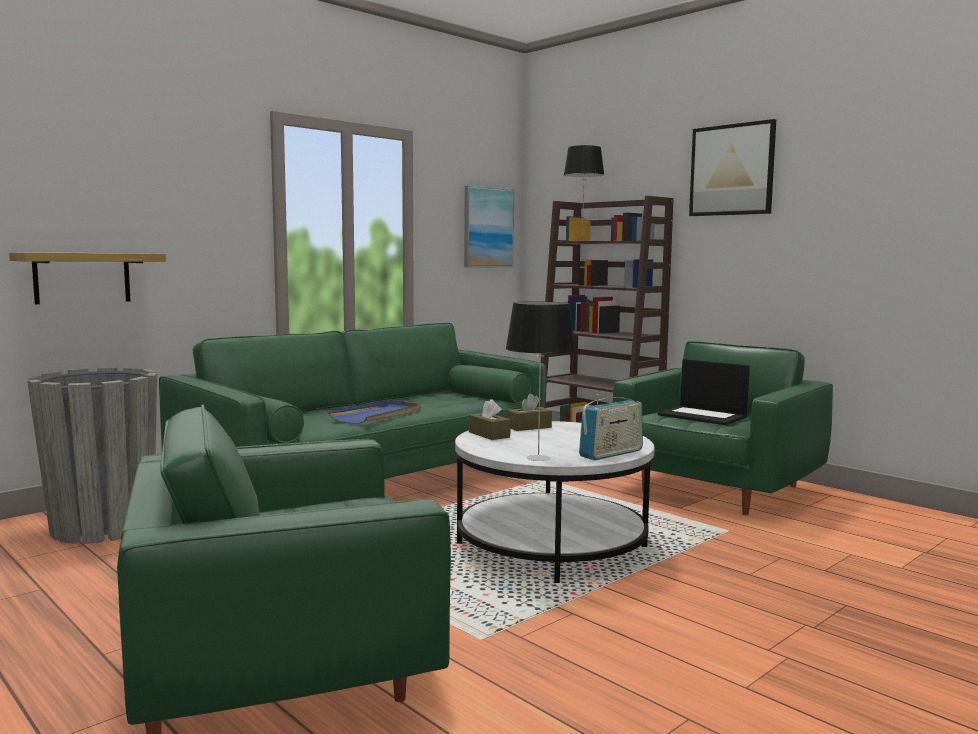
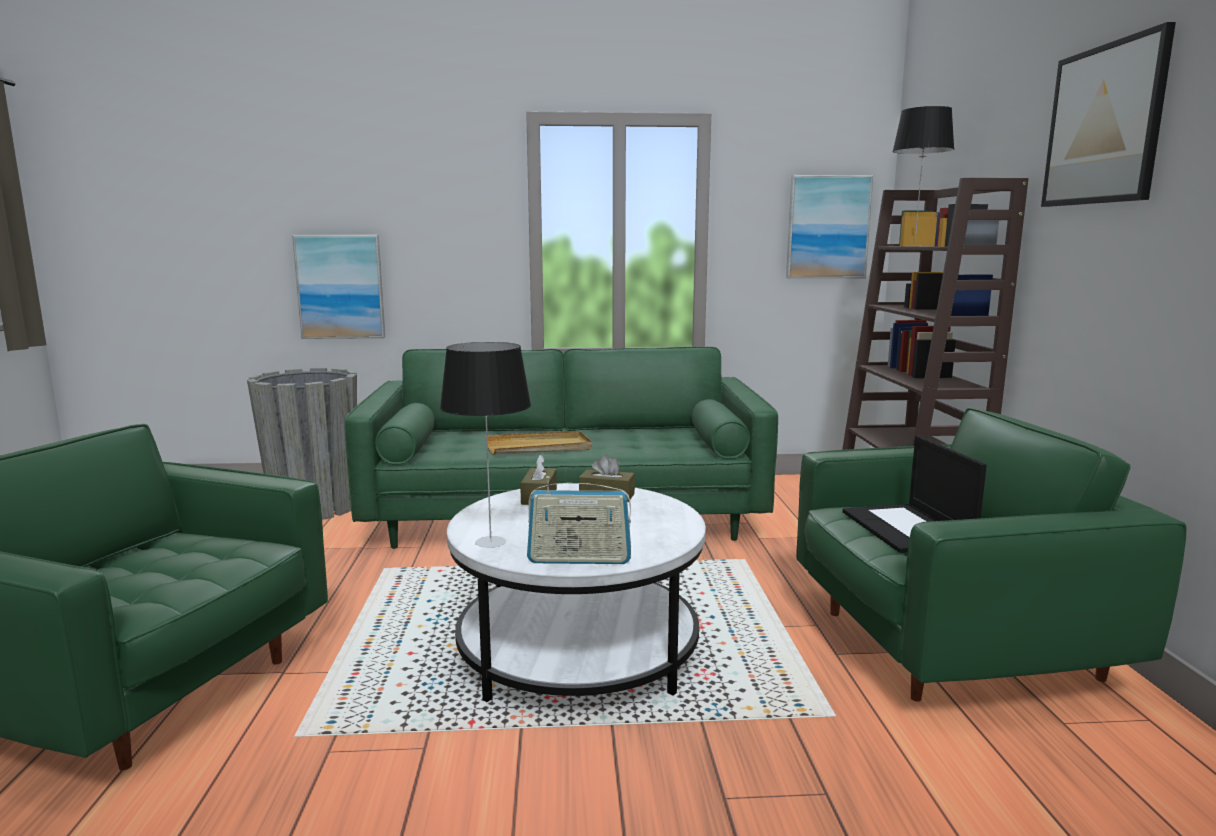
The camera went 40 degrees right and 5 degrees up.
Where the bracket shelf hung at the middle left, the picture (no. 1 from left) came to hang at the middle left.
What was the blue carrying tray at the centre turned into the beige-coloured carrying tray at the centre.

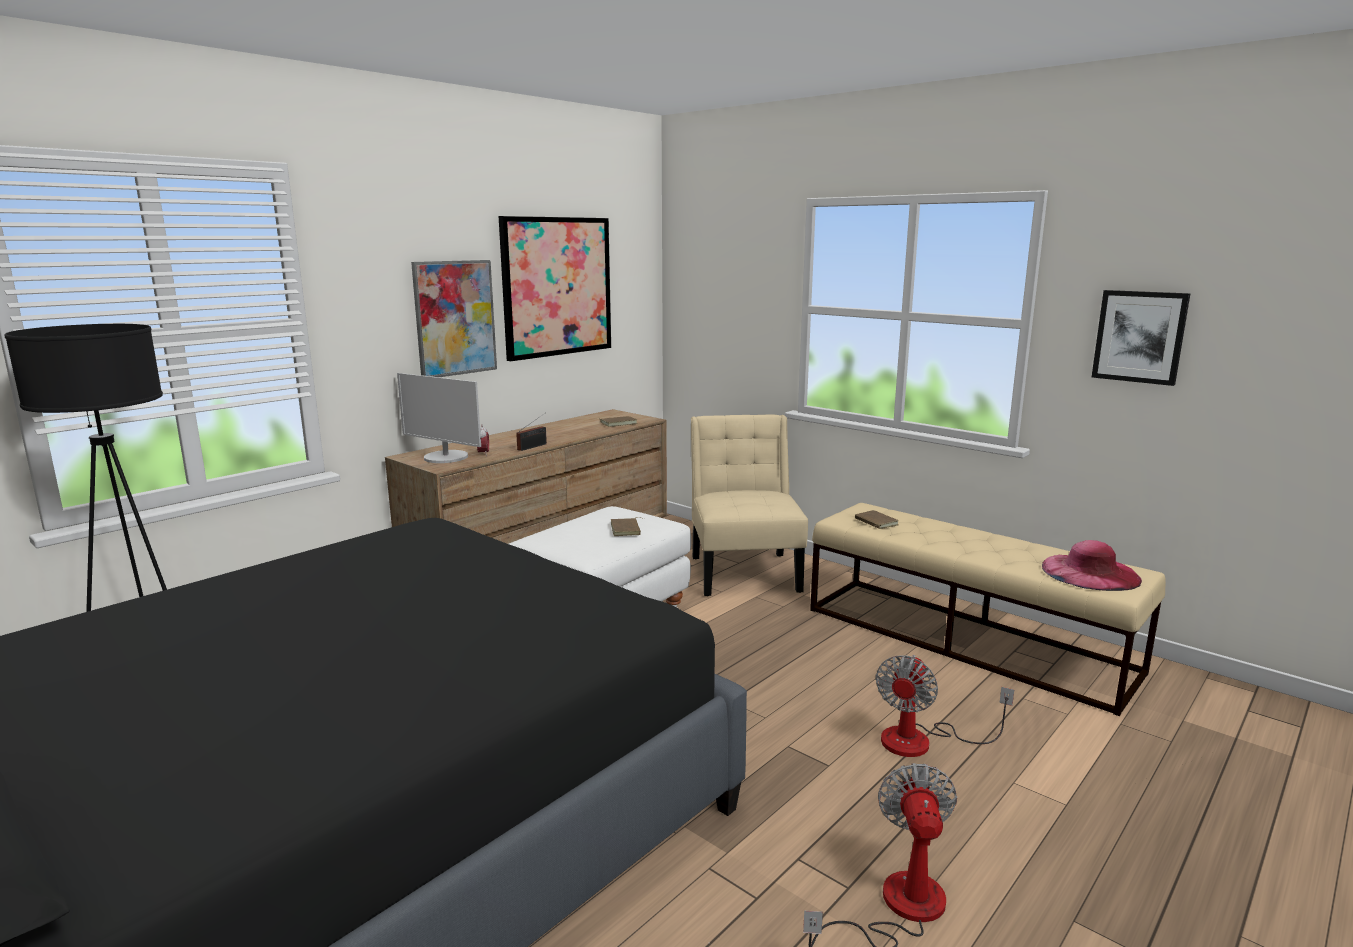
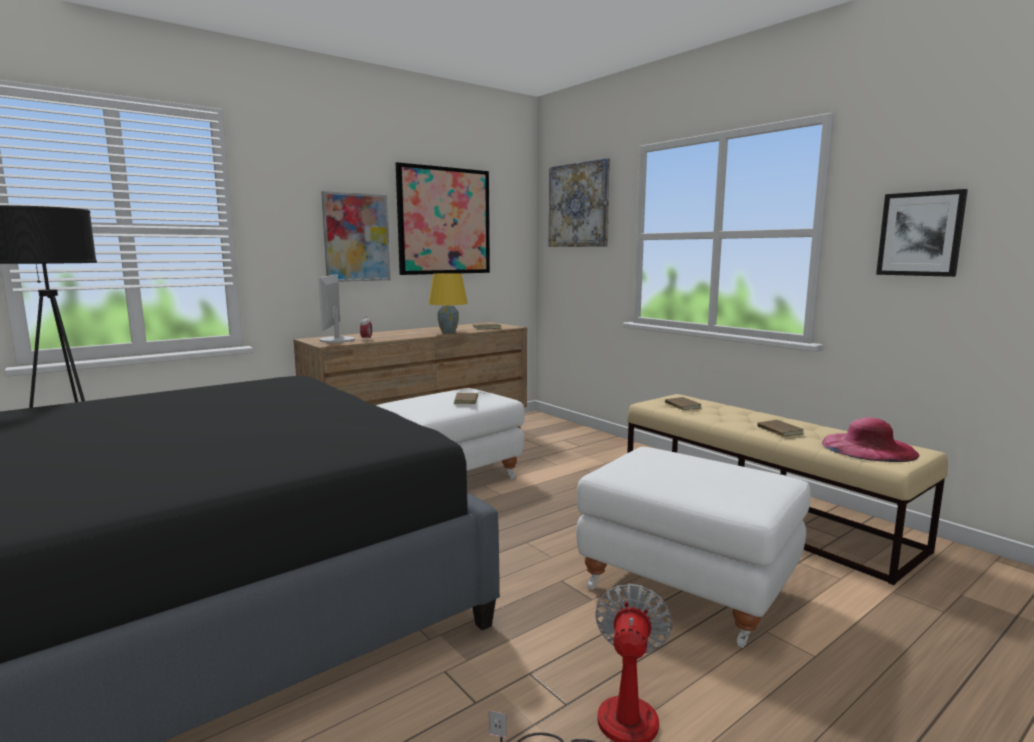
The camera went 10 degrees right and 5 degrees down.
The second view lost the radio at the centre.
The second view lost the beige-coloured plain chair at the centre.
The second view gained the yellow-coloured table lamp at the centre.
The second view gained the picture (no. 3 from left) at the top centre.
The second view gained the brown bound book (no. 4 from left) at the middle right.
Where the cooling fan (no. 2 from left) stood at the bottom right, the whitish pouffe (no. 2 from left) came to stand at the bottom right.
The computer display at the middle left ended up facing another way, 45 degrees clockwise from before.

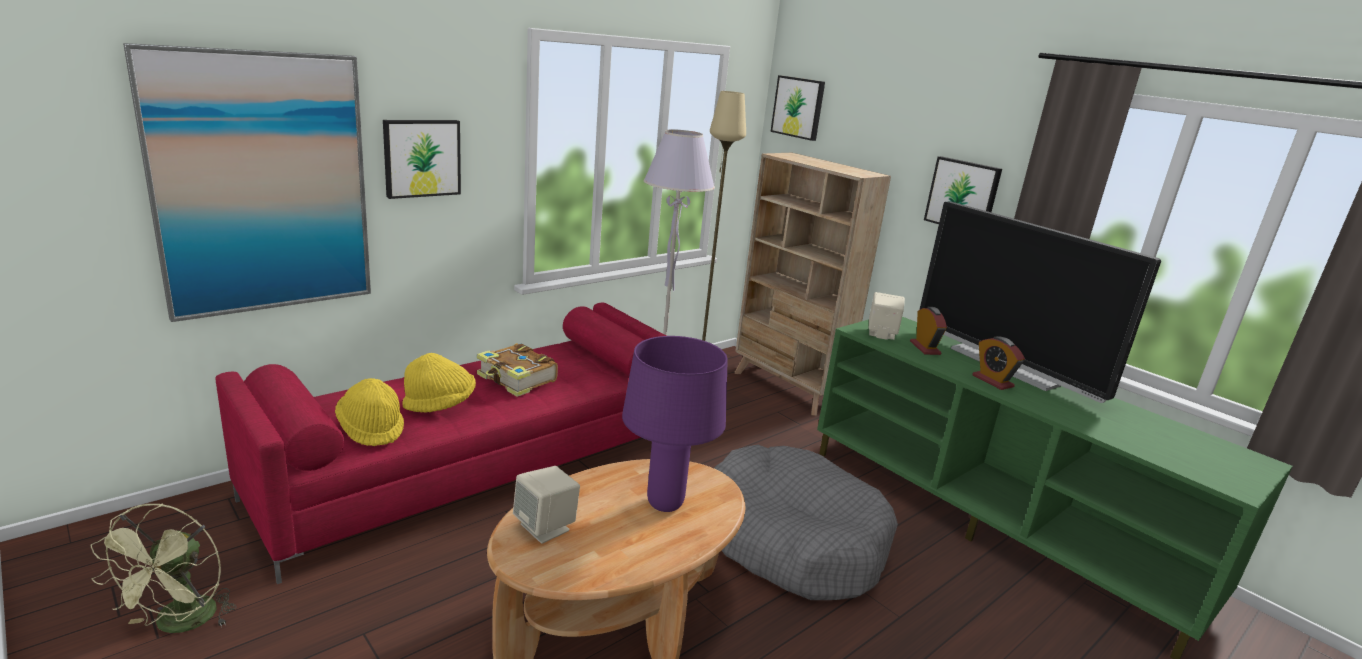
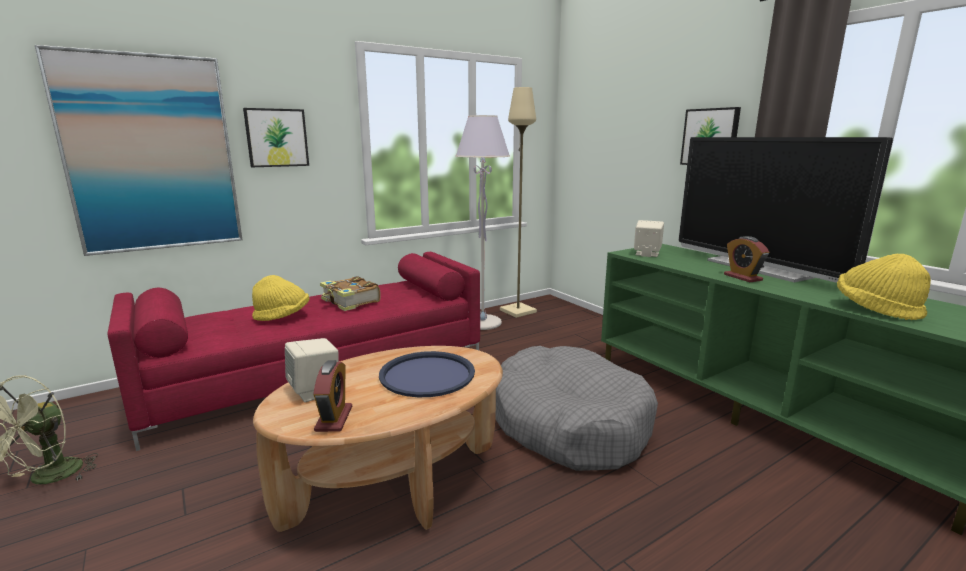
The camera went 10 degrees right and 5 degrees down.
The second view lost the beige-coloured bookshelf at the centre.
The second view lost the picture (no. 3 from left) at the top centre.
The yellow-coloured clothing hat (no. 1 from left in the first image) ended up elsewhere, having gone from the middle left to the middle right.
The alarm clock (no. 1 from left) ended up elsewhere, having gone from the middle right to the bottom centre.
Where the purple table lamp stood at the centre, the blue carrying tray came to stand at the centre.

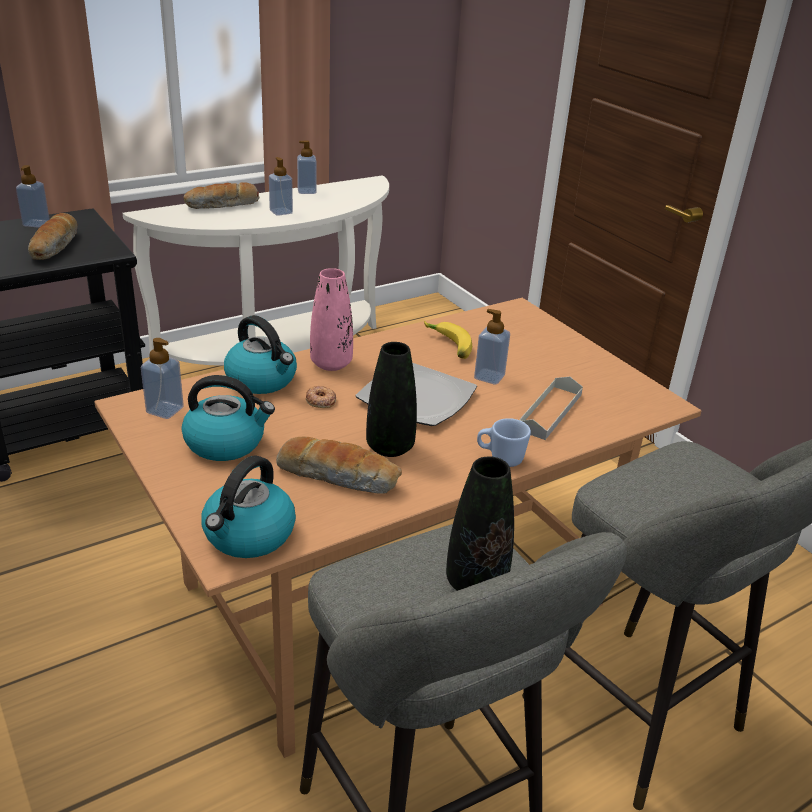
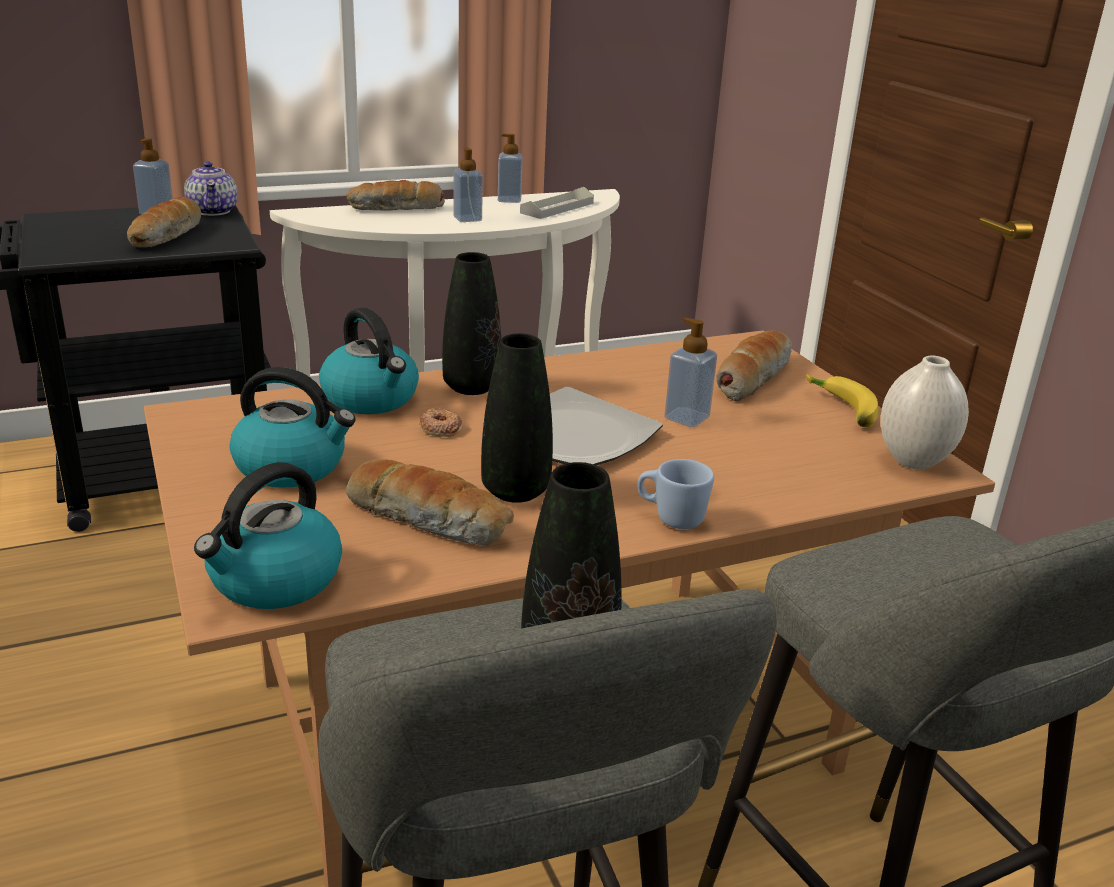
The camera went 10 degrees right and 5 degrees down.
The second view lost the soap dispenser (no. 2 from left) at the middle left.
The second view gained the pot for tea at the top left.
The second view gained the baked bread (no. 4 from left) at the middle right.
The second view gained the whitish decorative vase at the middle right.
The banana ended up elsewhere, having gone from the centre to the middle right.
The gray carrying tray ended up elsewhere, having gone from the middle right to the top centre.
What was the pinkish decorative vase at the centre turned into the blackish decorative vase (no. 1 from left) at the centre.

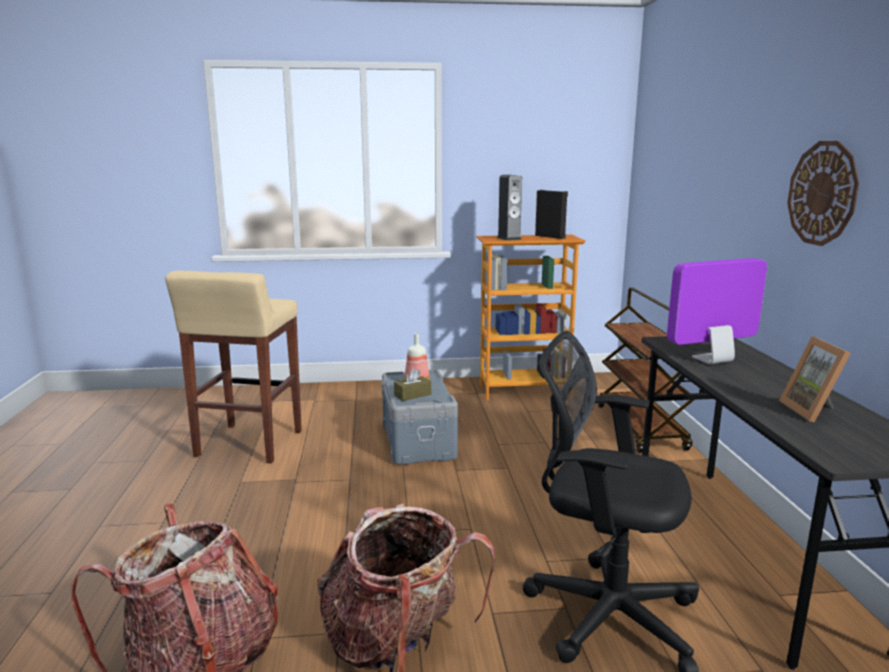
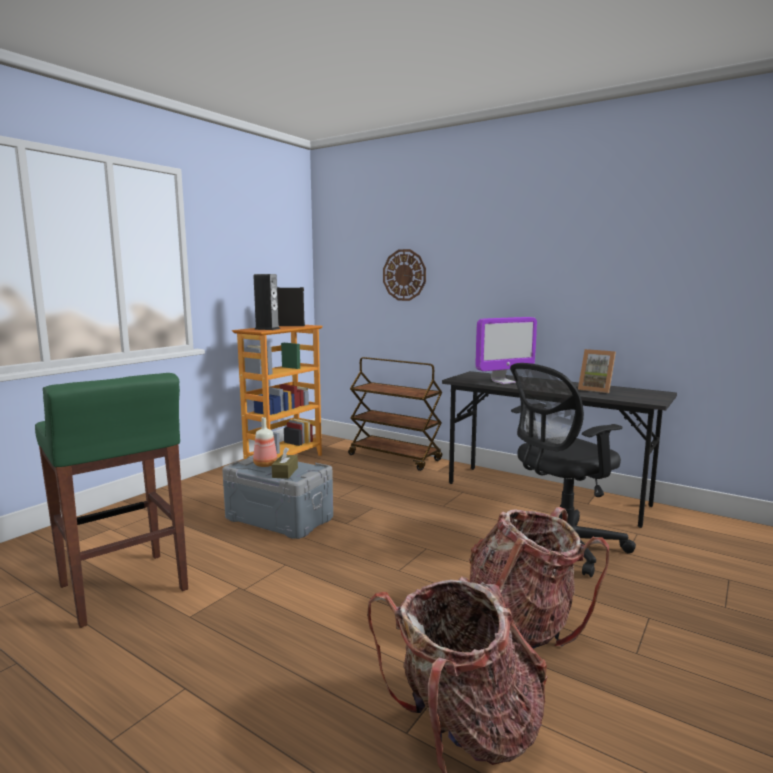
The camera went 50 degrees left and 5 degrees down.
The clock on the wall ended up elsewhere, having gone from the top right to the centre.
What was the beige-coloured stool at the middle left turned into the green-coloured stool at the middle left.
The computer display at the middle right ended up facing another way, 135 degrees counterclockwise from before.

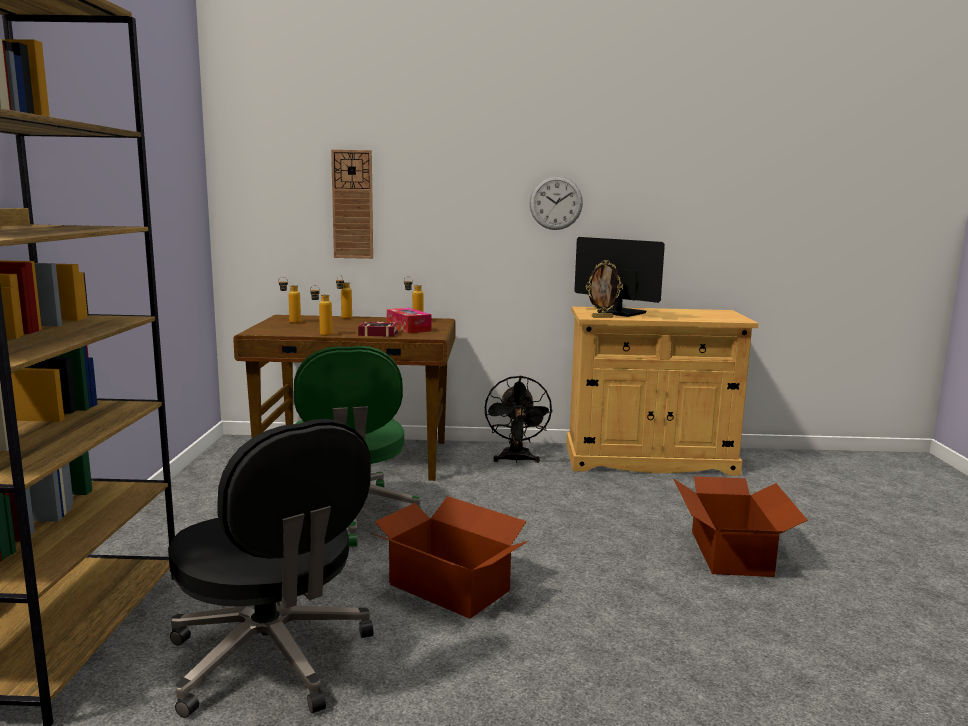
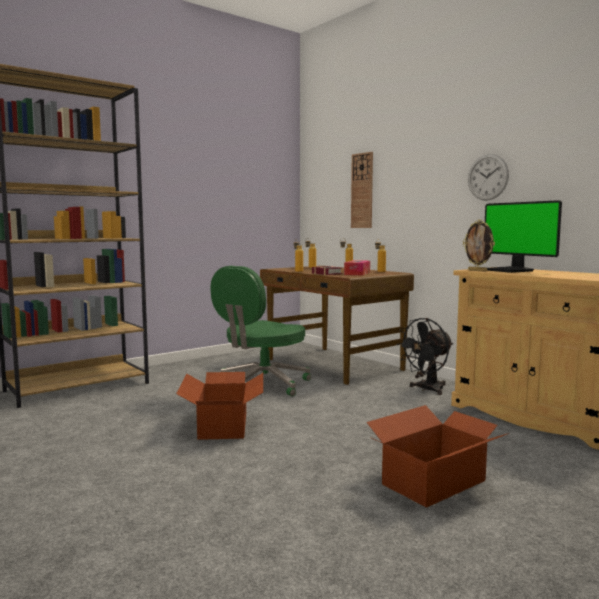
The camera went 50 degrees right and 5 degrees down.
The second view lost the blackish desk chair at the bottom left.
The computer display at the centre ended up facing another way, 150 degrees clockwise from before.

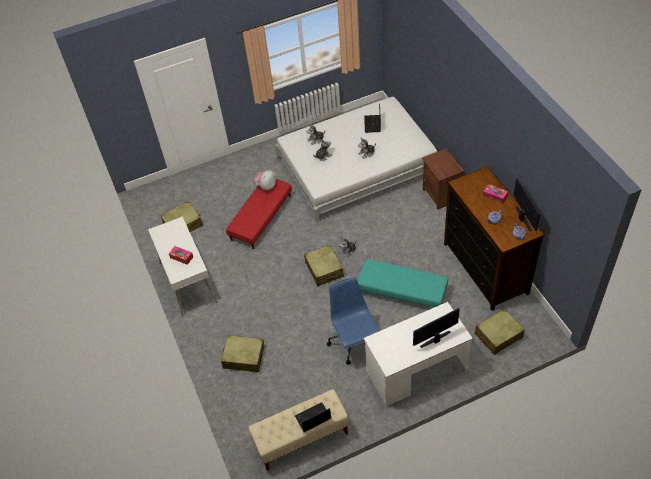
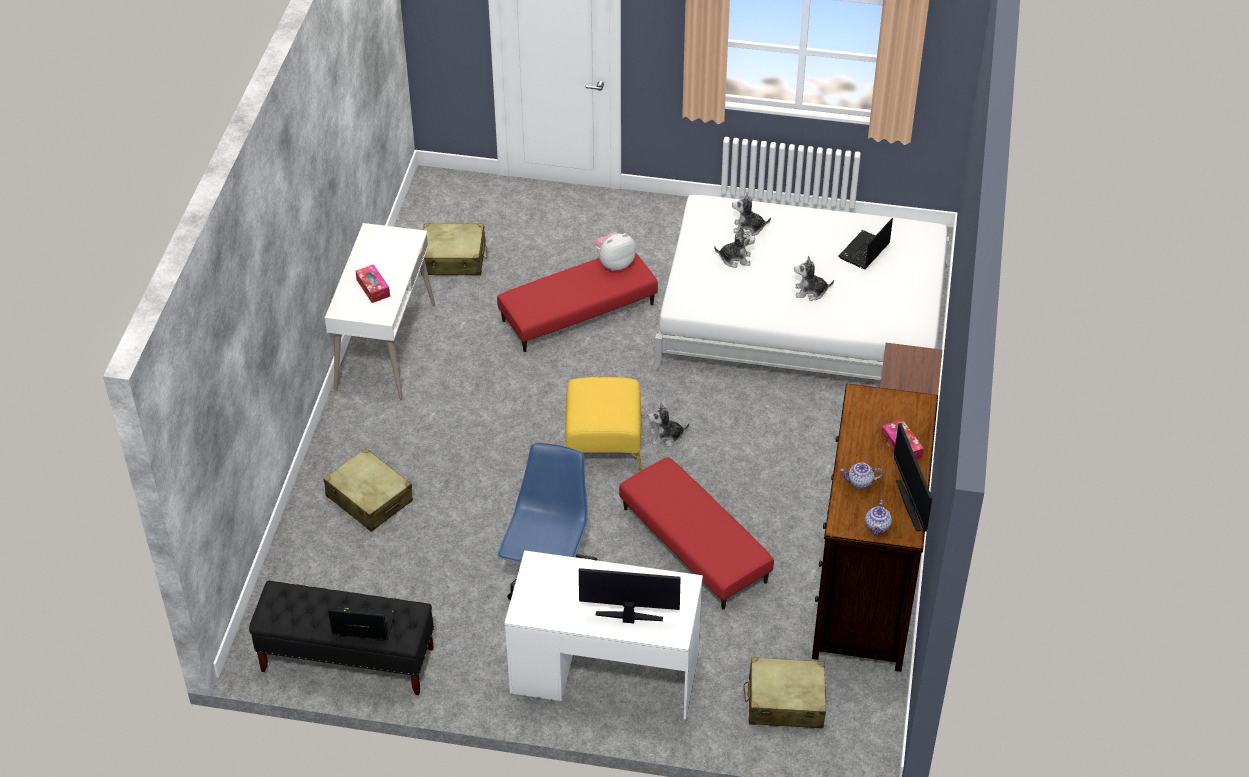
The camera went 30 degrees right and 5 degrees down.
Where the beige-coloured piece of luggage (no. 3 from left) stood at the centre, the yellow-coloured pouffe came to stand at the centre.
What was the beige-coloured long seat at the bottom centre turned into the blackish long seat at the bottom left.
What was the turquoise-coloured pouffe at the centre turned into the red-coloured pouffe (no. 2 from left) at the bottom centre.
The computer display (no. 2 from left) at the middle right ended up facing another way, 150 degrees clockwise from before.

